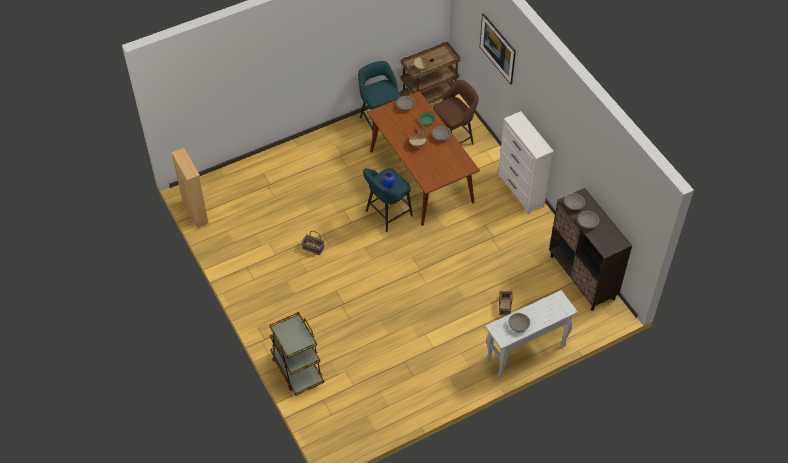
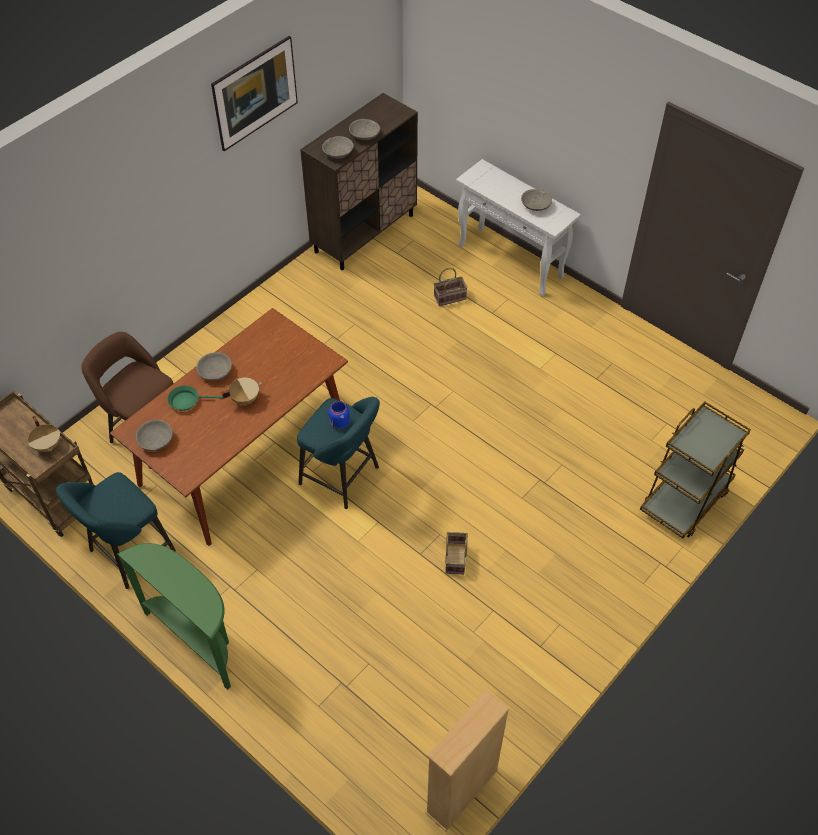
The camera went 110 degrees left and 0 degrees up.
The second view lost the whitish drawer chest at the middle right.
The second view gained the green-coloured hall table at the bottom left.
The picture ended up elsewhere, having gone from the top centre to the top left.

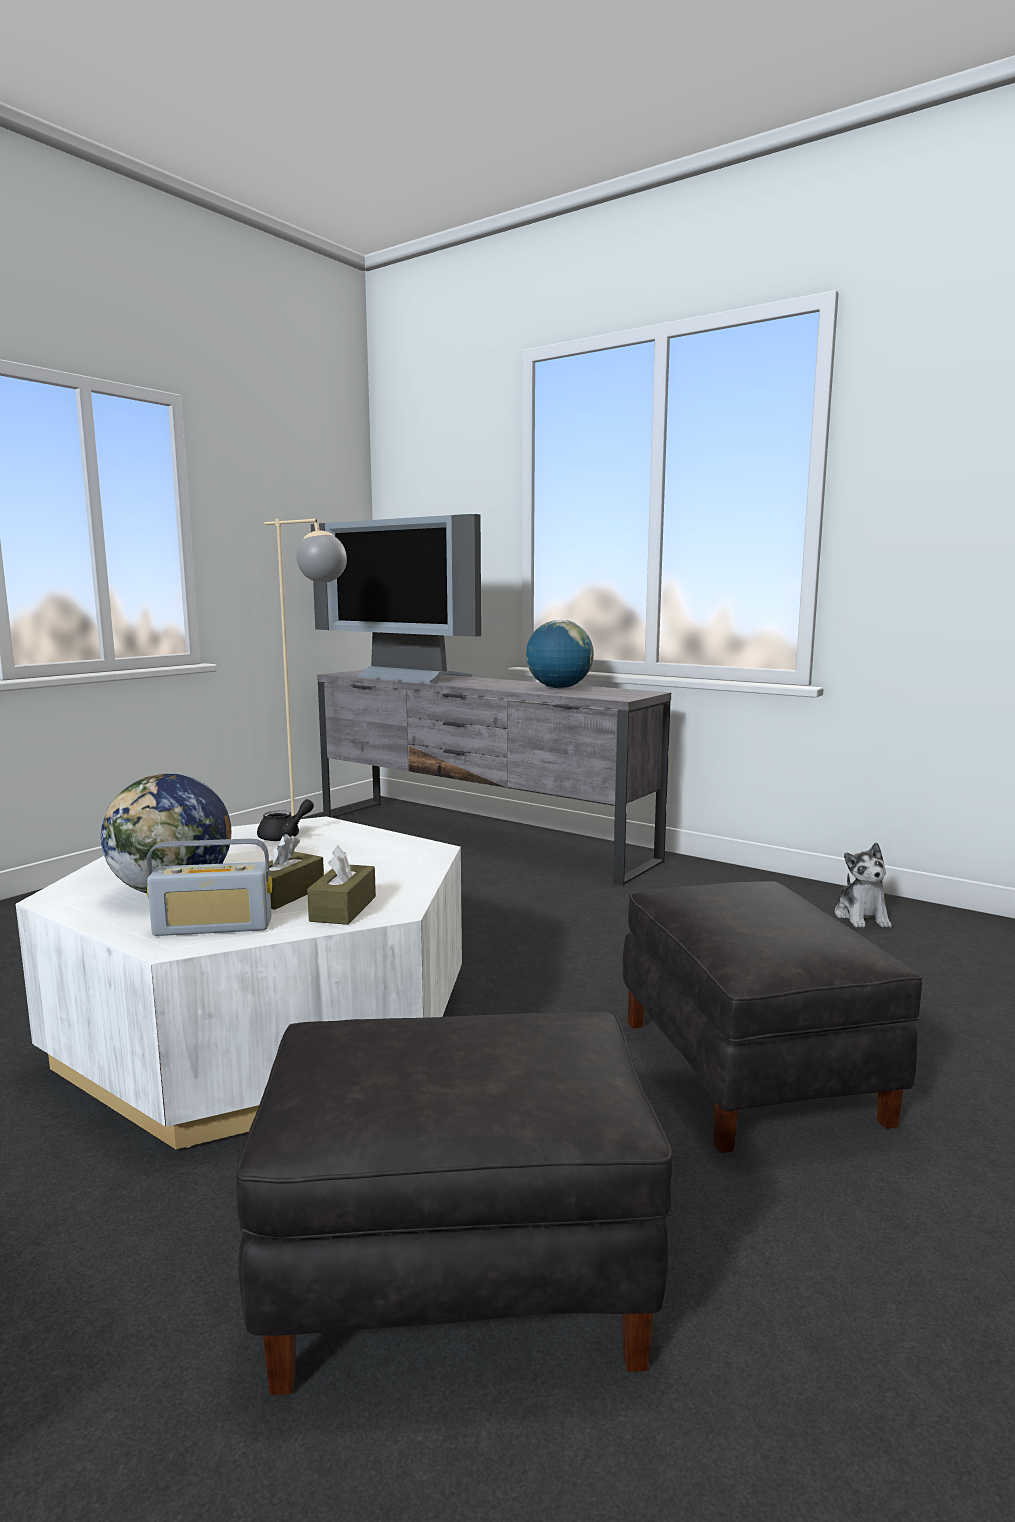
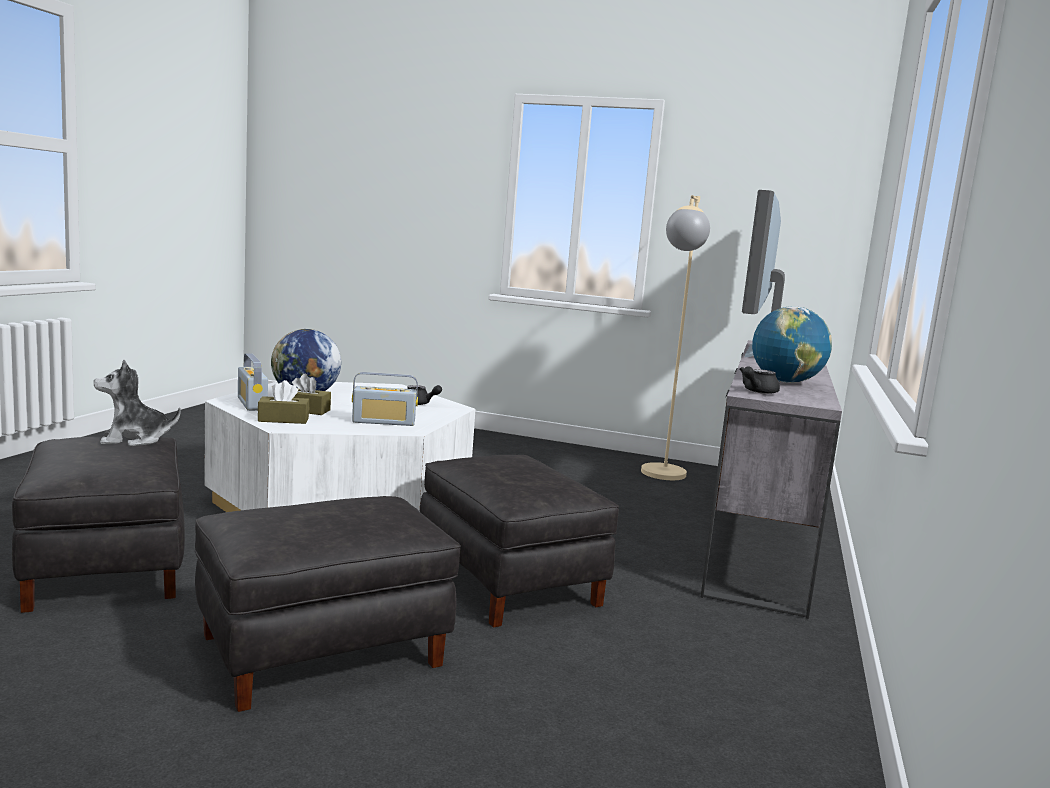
The camera went 70 degrees right and 0 degrees up.
The second view gained the radio (no. 2 from left) at the centre.
The second view gained the blackish pouffe (no. 3 from left) at the bottom centre.
The second view gained the blackish pot for tea (no. 2 from left) at the middle right.
The plush toy ended up elsewhere, having gone from the middle right to the middle left.

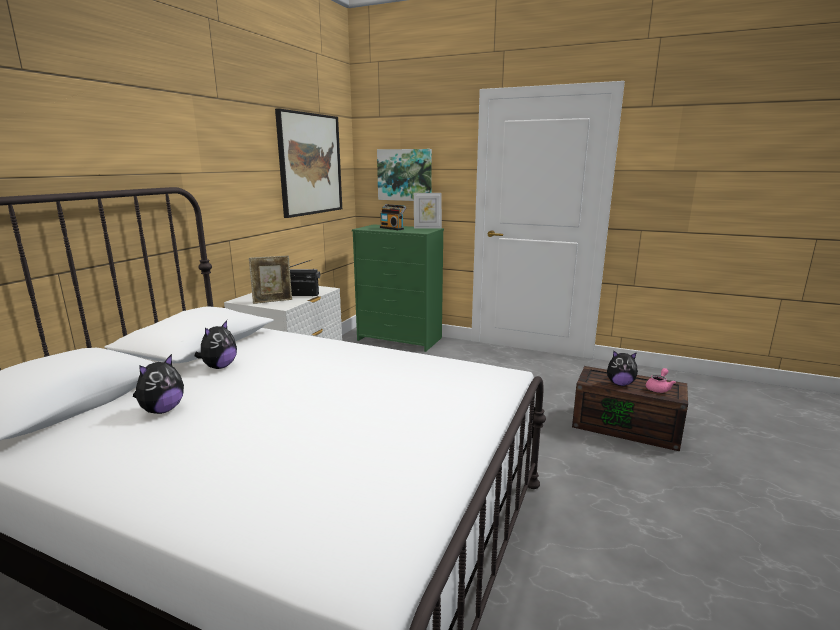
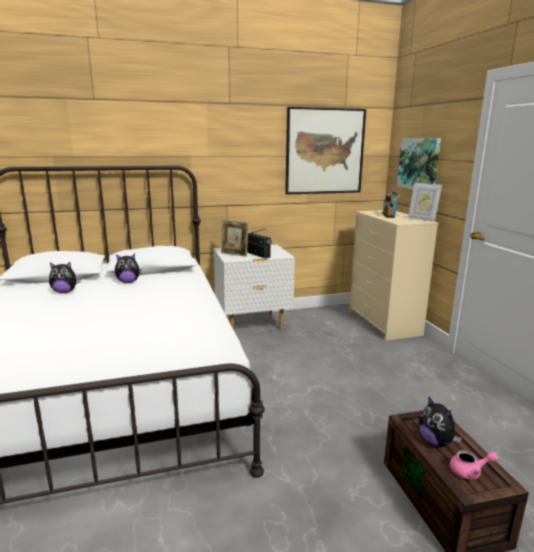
The camera went 50 degrees right and 0 degrees up.
What was the green-coloured drawer chest at the centre turned into the beige-coloured drawer chest at the middle right.

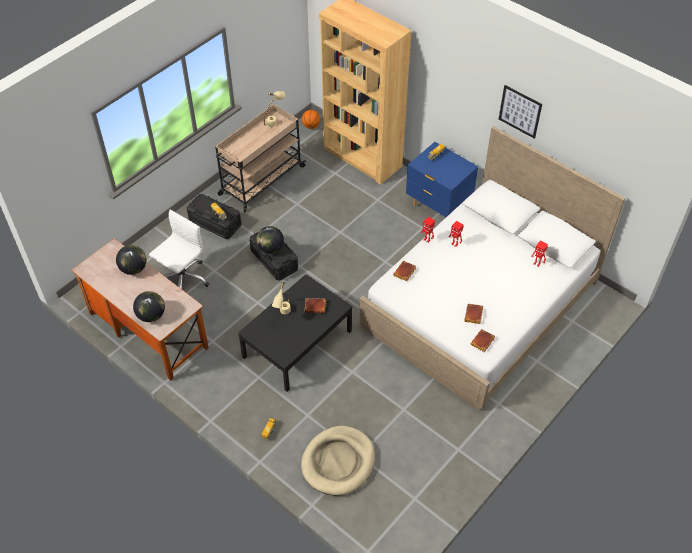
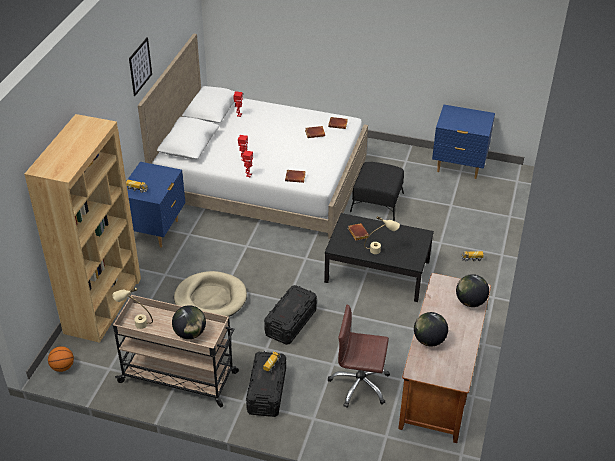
The camera went 115 degrees left and 10 degrees down.
The second view gained the blackish pouffe at the centre.
The second view gained the blue bedside table (no. 2 from left) at the top right.
The desk globe (no. 3 from left in the first image) ended up elsewhere, having gone from the centre to the bottom left.
The beige-coloured dog bed ended up elsewhere, having gone from the bottom centre to the centre.
What was the whitish desk chair at the middle left turned into the brown desk chair at the bottom centre.

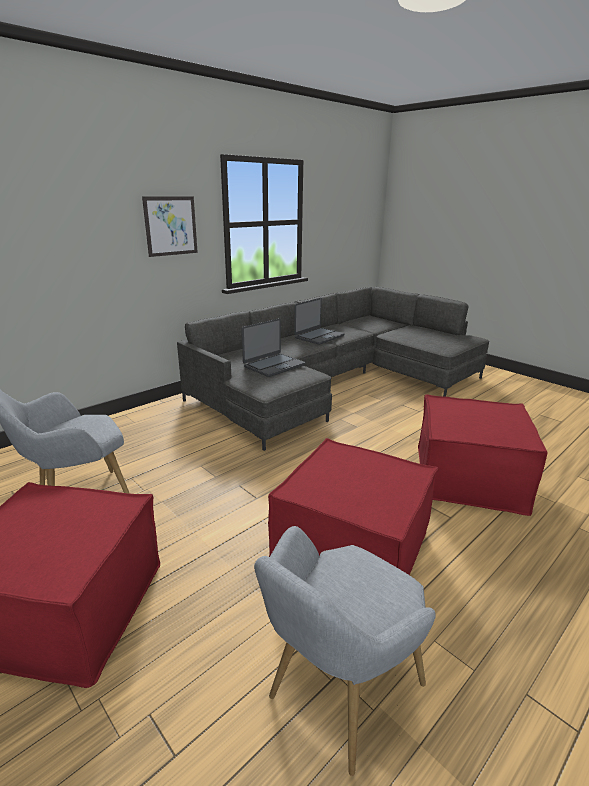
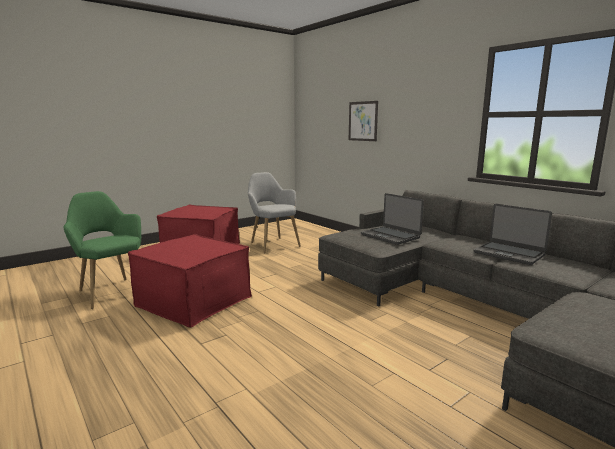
The camera went 95 degrees right and 10 degrees down.
The second view lost the red-coloured pouffe (no. 3 from left) at the middle right.
The picture ended up elsewhere, having gone from the top left to the top centre.
What was the gray armchair (no. 2 from left) at the bottom centre turned into the green-coloured armchair at the middle left.

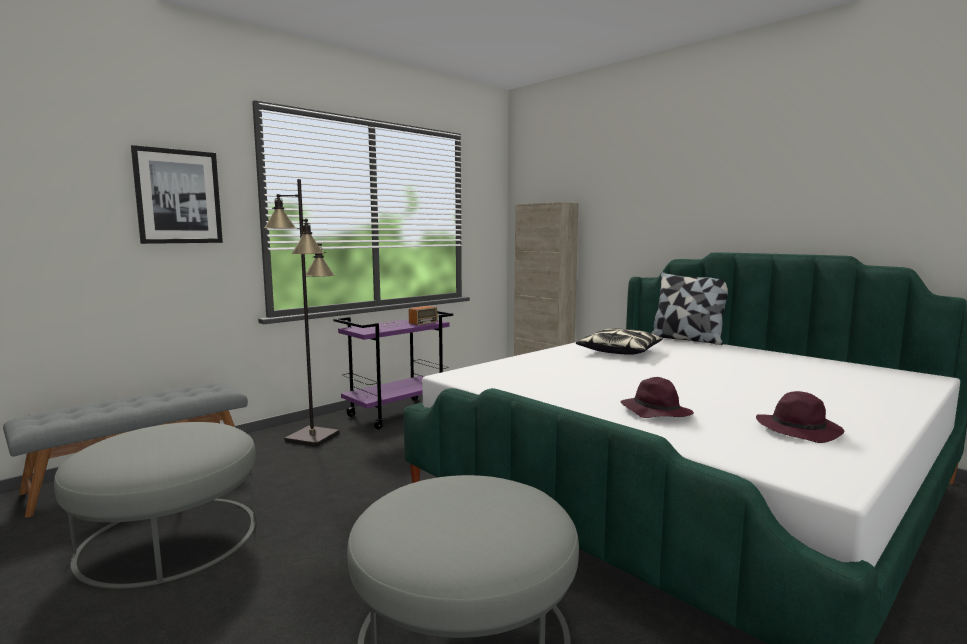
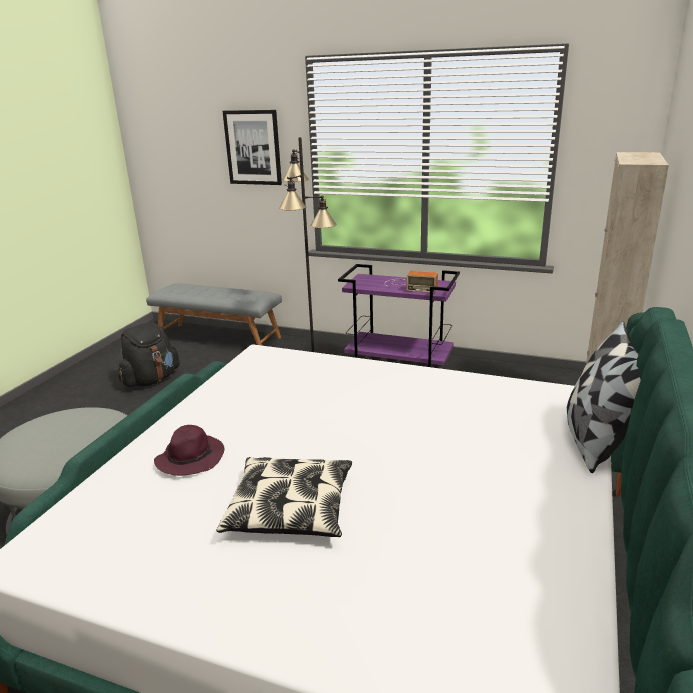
The camera went 65 degrees right and 15 degrees up.
The second view lost the purple clothing hat (no. 2 from left) at the middle right.
The cushion (no. 1 from left) ended up elsewhere, having gone from the centre to the bottom centre.
Where the gray pouffe (no. 1 from left) stood at the bottom left, the blackish backpack came to stand at the middle left.

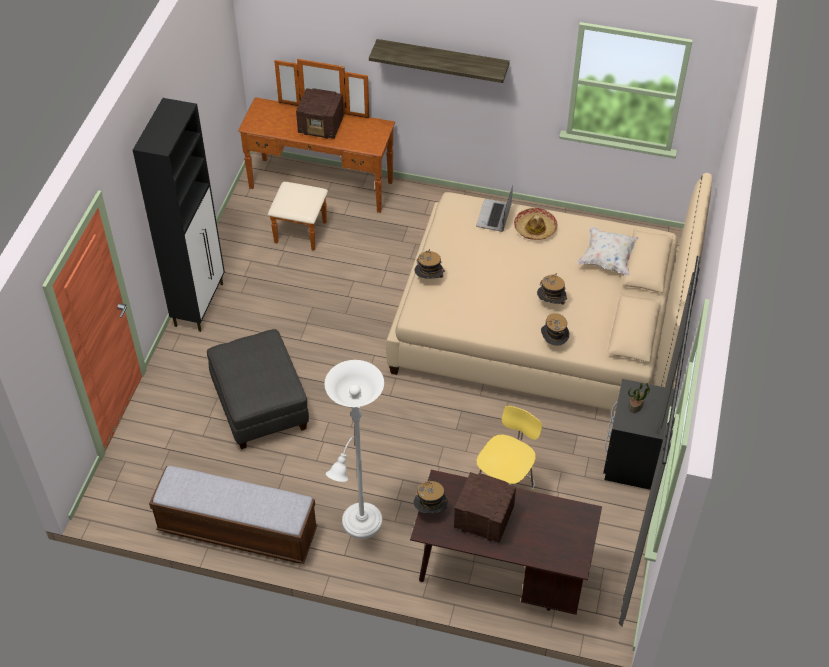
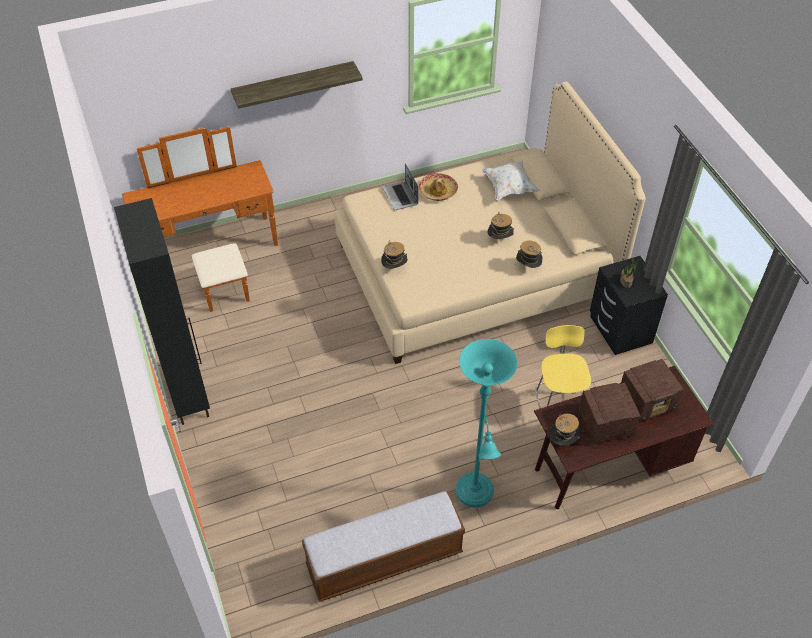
The camera went 35 degrees left and 0 degrees up.
The second view lost the gray pouffe at the middle left.
The radio (no. 1 from left in the first image) ended up elsewhere, having gone from the top centre to the middle right.
What was the whitish standing lamp at the bottom centre turned into the turquoise-coloured standing lamp at the centre.

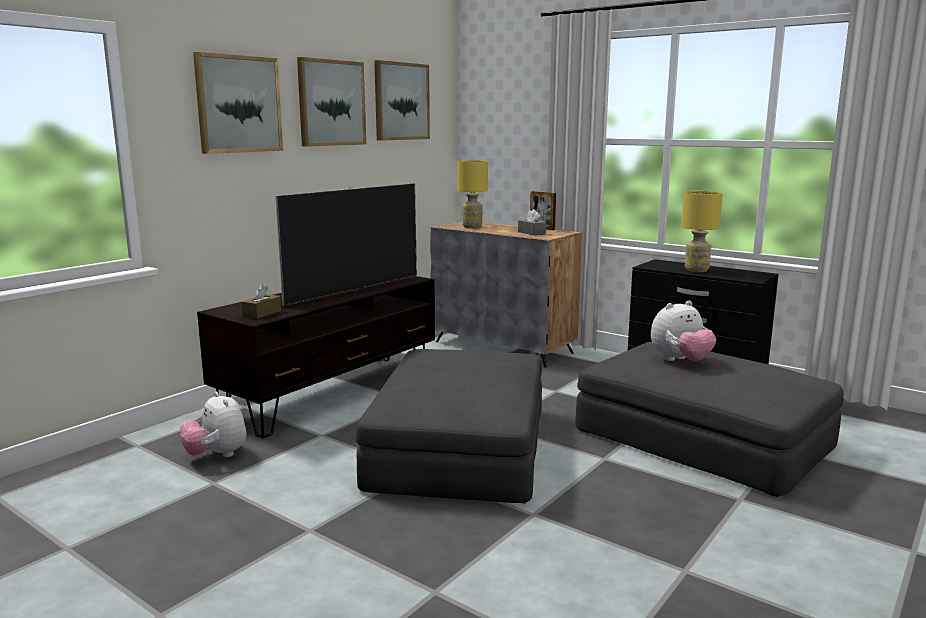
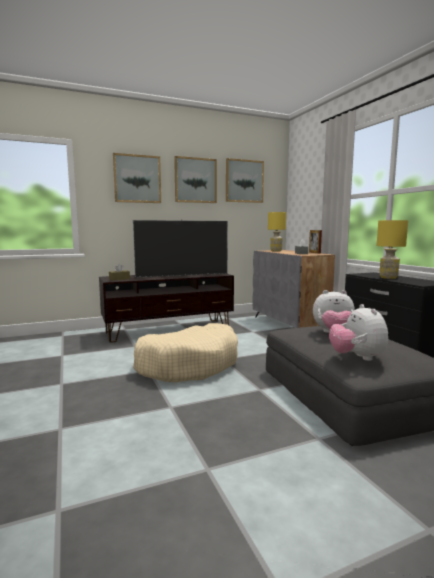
The camera went 30 degrees right and 5 degrees down.
The plush toy (no. 1 from left in the first image) ended up elsewhere, having gone from the bottom left to the middle right.
Where the gray pouffe (no. 1 from left) stood at the bottom centre, the beige-coloured dog bed came to stand at the centre.

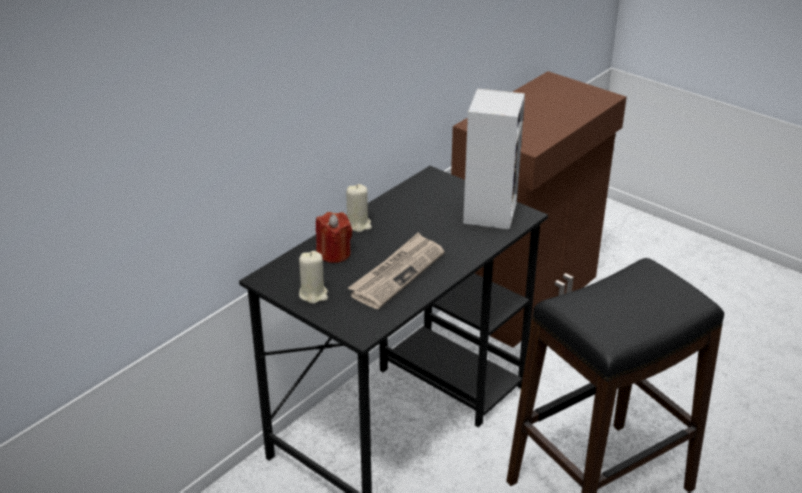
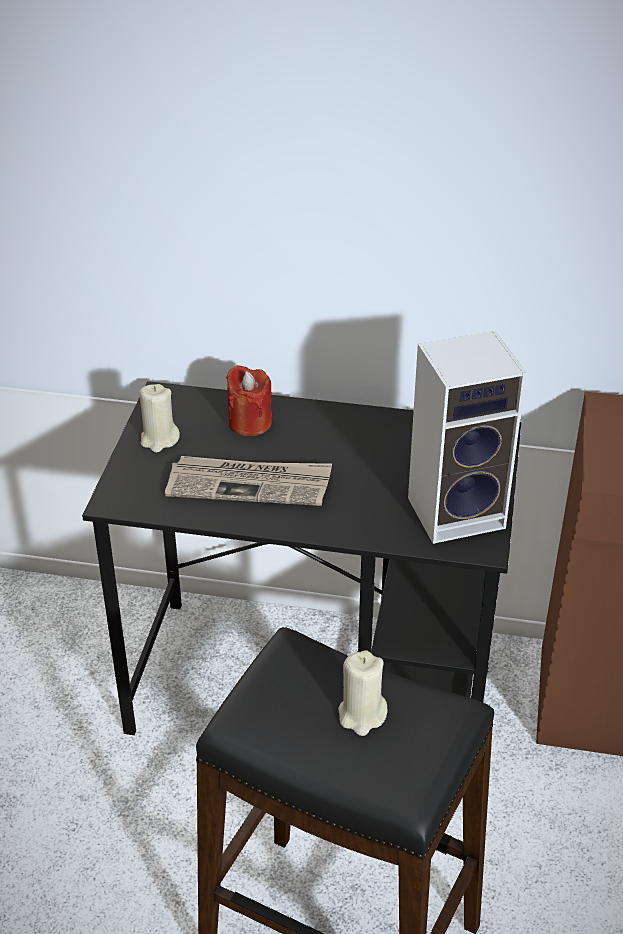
The camera went 60 degrees right and 5 degrees up.
The beige-coloured candle (no. 2 from left) ended up elsewhere, having gone from the centre to the bottom centre.

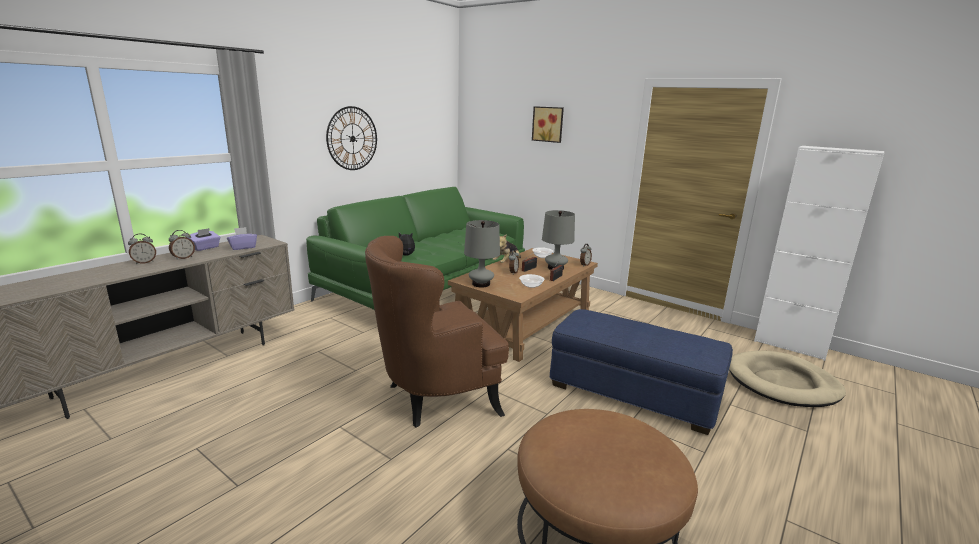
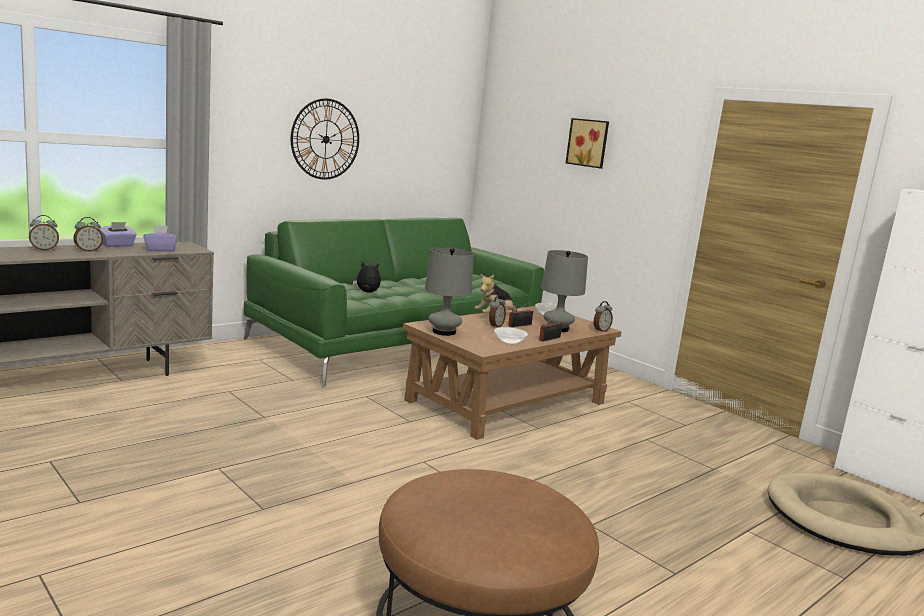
The camera went 10 degrees right and 5 degrees down.
The second view lost the brown armchair at the centre.
The second view lost the blue pouffe at the bottom centre.

